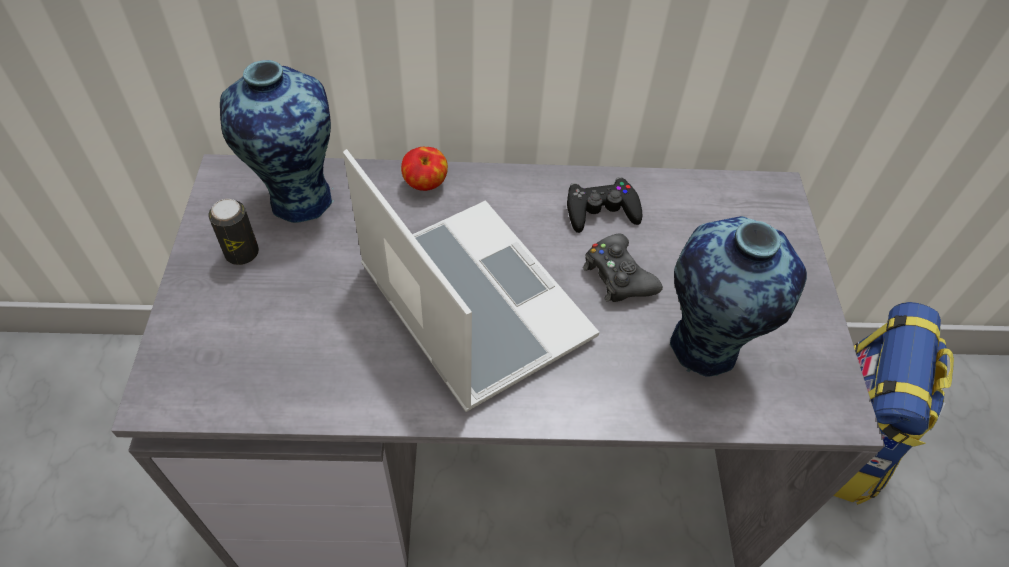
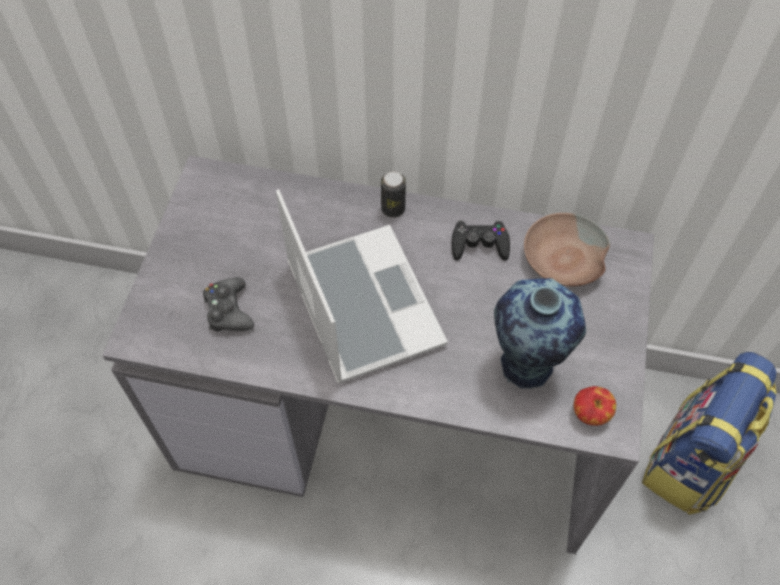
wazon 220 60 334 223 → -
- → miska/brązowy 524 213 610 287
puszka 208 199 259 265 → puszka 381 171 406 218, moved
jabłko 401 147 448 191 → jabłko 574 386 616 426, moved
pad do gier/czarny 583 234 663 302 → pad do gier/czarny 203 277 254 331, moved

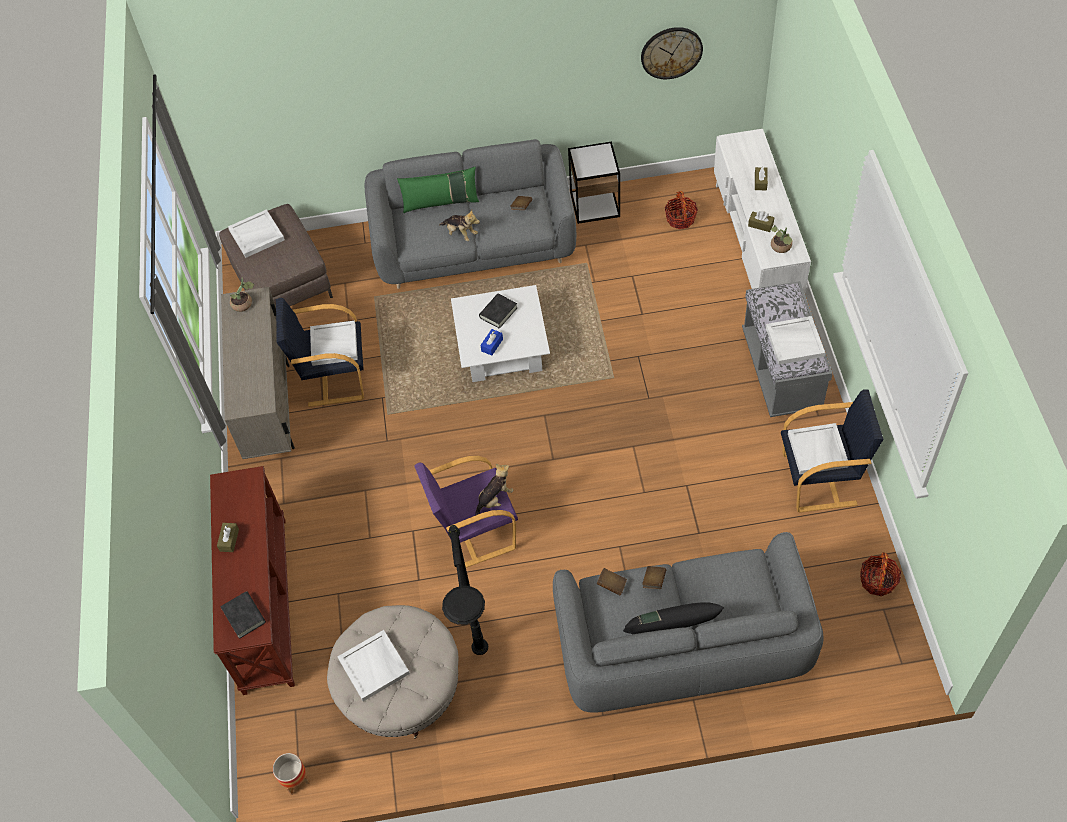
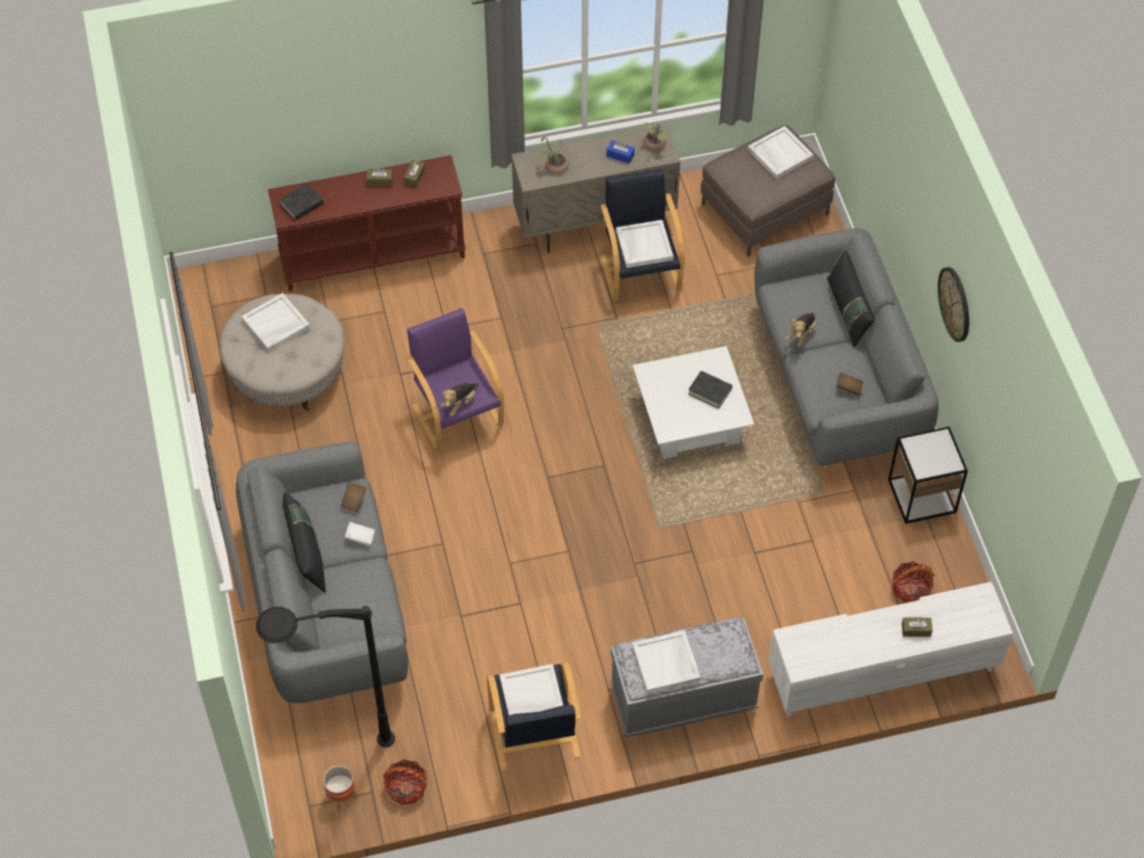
donica 273 753 310 795 → donica 323 766 357 811, moved
lampa stojąca/czarny 442 525 488 655 → lampa stojąca/czarny 256 606 395 747, moved
pudełko chusteczek/niebieski 480 329 503 356 → pudełko chusteczek/niebieski 607 140 635 164, moved
zegar ścienny 641 27 703 79 → zegar ścienny 938 267 969 342, moved
pudełko chusteczek/brązowy 748 211 774 232 → pudełko chusteczek/brązowy 404 160 425 187, moved
roślina doniczkowa 771 225 792 253 → roślina doniczkowa 539 137 568 174, moved
poduszka/zielony 397 167 479 213 → poduszka/czarny 827 250 875 348
książka/brązowy 642 566 666 589 → książka/biały 345 522 375 546
pluszak 475 464 513 516 → pluszak 441 382 479 416, 90 degrees clockwise

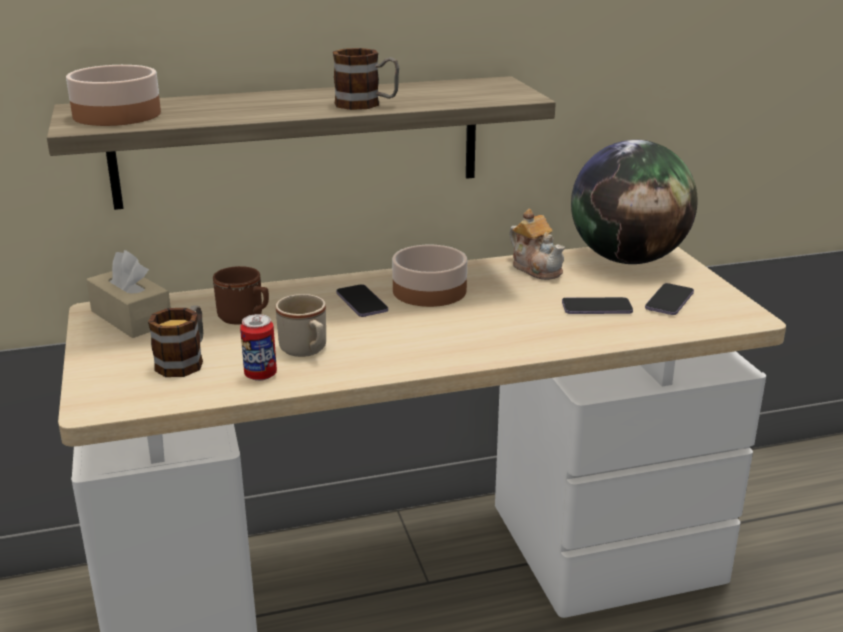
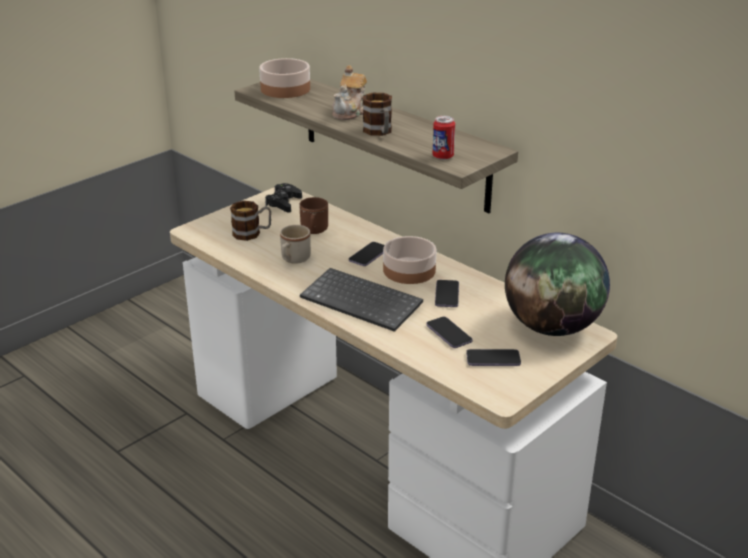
- → klawiatura 300 268 423 332
- → telefon 435 280 459 307
puszka 240 314 277 381 → puszka 433 116 455 160, moved
imbryk 509 209 565 280 → imbryk 332 65 367 120, moved
pudełko chusteczek/beżowy 86 250 171 338 → pad do gier/czarny 265 183 302 213

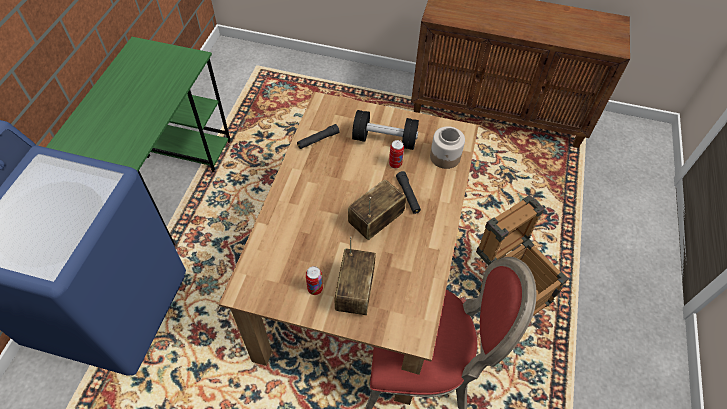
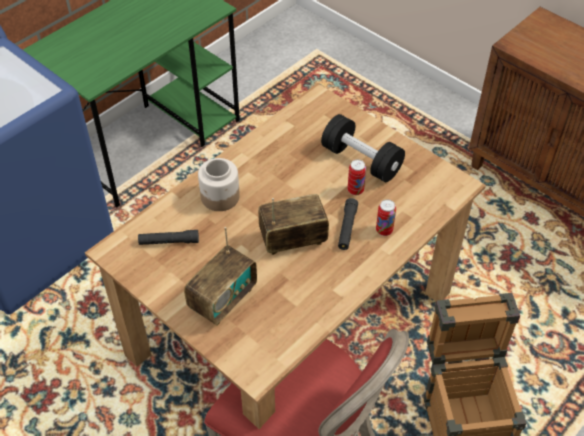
latarka/czarny 297 124 340 149 → latarka/czarny 138 230 199 245, moved
puszka 306 266 323 295 → puszka 376 199 396 236, moved
słoik 430 126 465 169 → słoik 198 158 240 211, moved

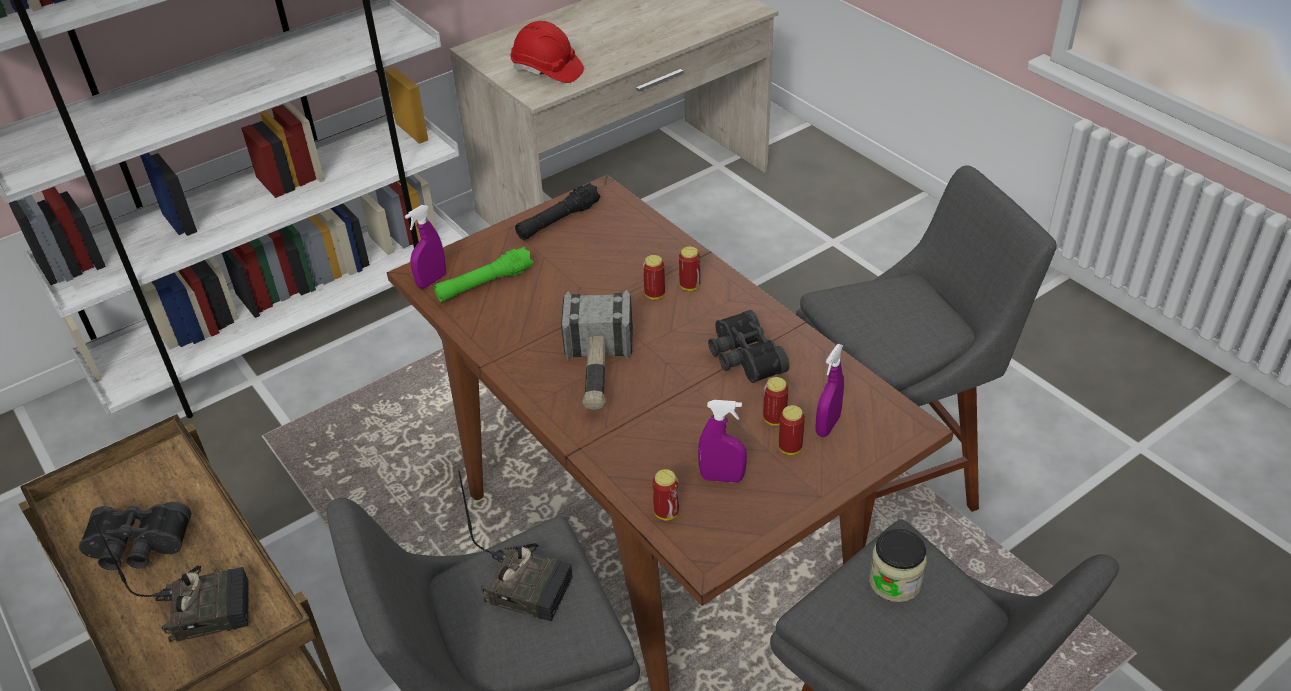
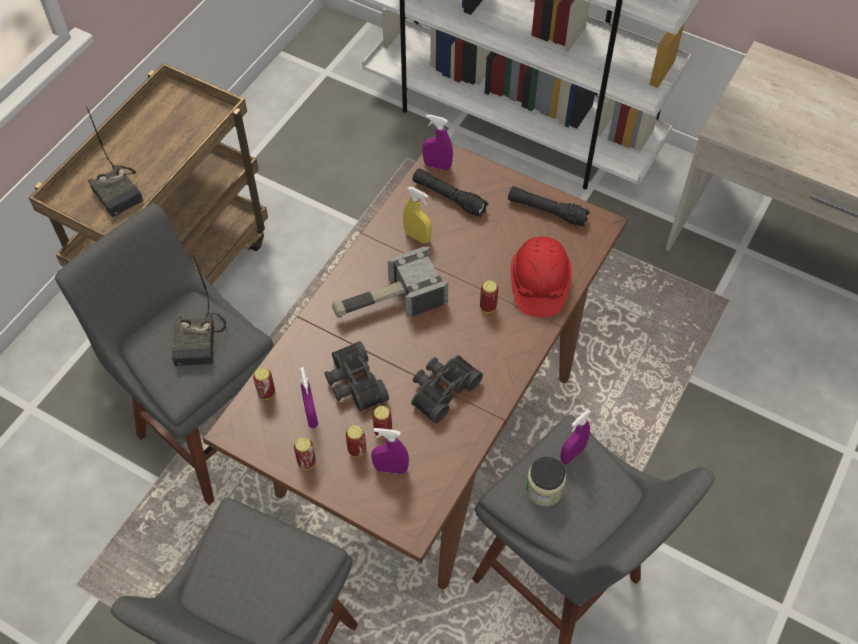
- → spryskiwacz/żółty 403 187 432 244
- → spryskiwacz/fioletowy 560 410 591 464
lornetka/czarny 79 502 191 570 → lornetka/czarny 325 341 389 412, moved
kask/czerwony 510 21 584 83 → kask/czerwony 511 237 572 317, moved
puszka 679 246 700 291 → puszka 294 437 316 470, moved
słoik 869 529 927 602 → słoik 526 457 566 506, moved
latarka/zielony 434 246 534 302 → latarka/czarny 412 168 489 217

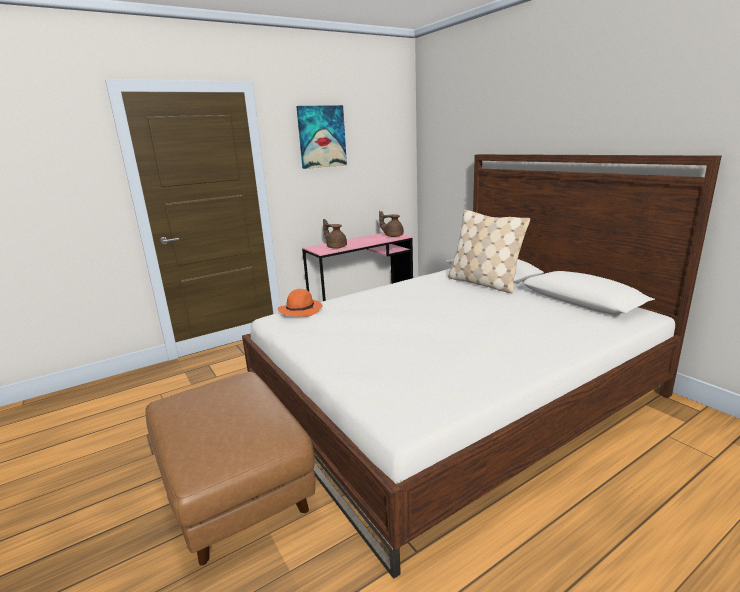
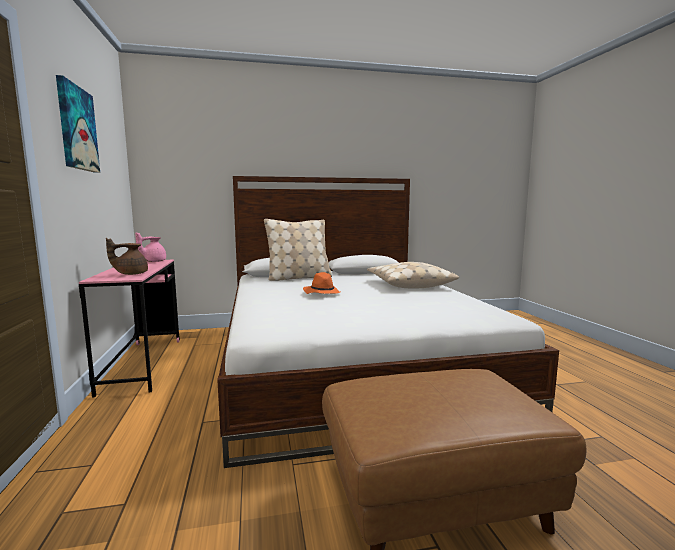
- → poduszka/beżowy 367 262 459 288
kapelusz/pomarańczowy 278 289 323 316 → kapelusz/pomarańczowy 303 272 340 294, moved
imbryk/brązowy 379 211 404 237 → imbryk/różowy 135 232 166 262

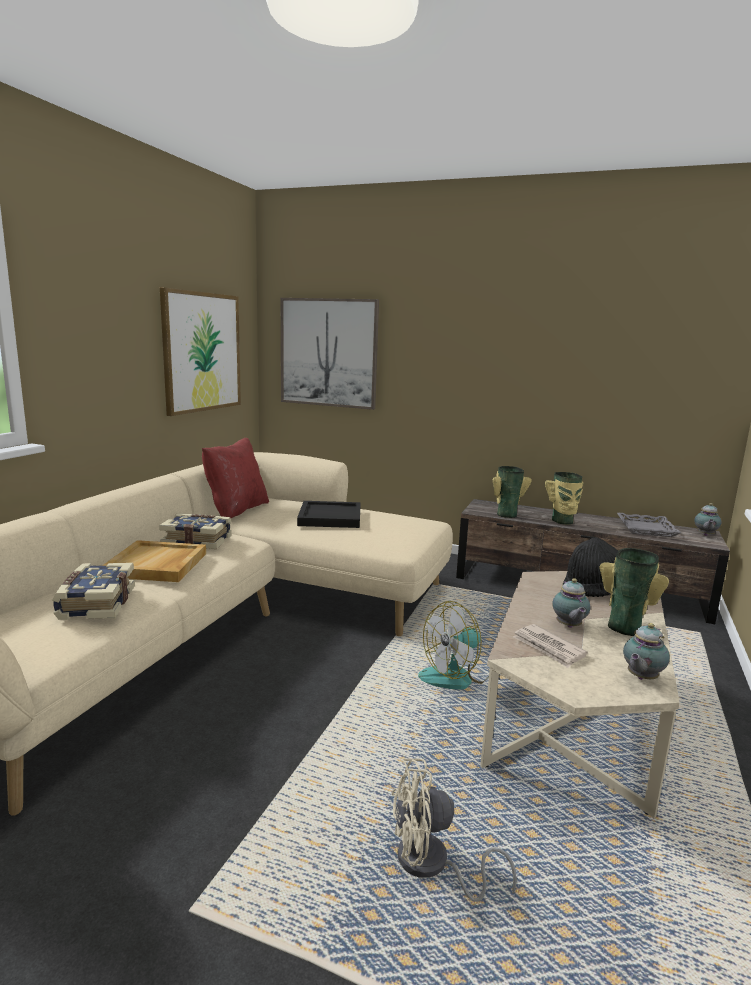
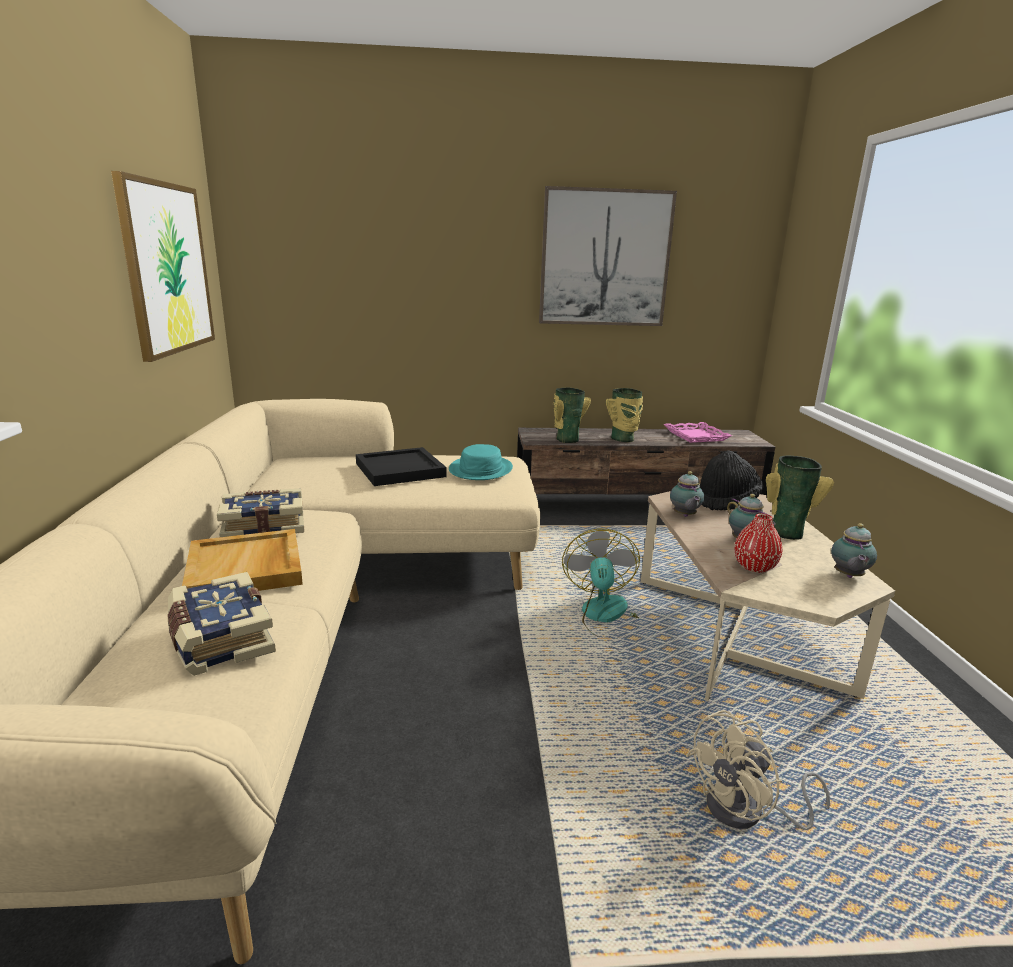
poduszka/czerwony 202 438 269 518 → -
- → kapelusz/turkusowy 449 444 513 480
obraz 281 298 379 410 → obraz 539 186 677 326, moved
imbryk 694 503 721 536 → imbryk 670 471 704 517, moved
gazeta 513 624 588 668 → wazon/czerwony 734 514 782 573
taca/szary 617 513 681 537 → taca/różowy 664 422 732 443
wentylator 418 601 489 690 → wentylator 562 529 640 638, 150 degrees clockwise

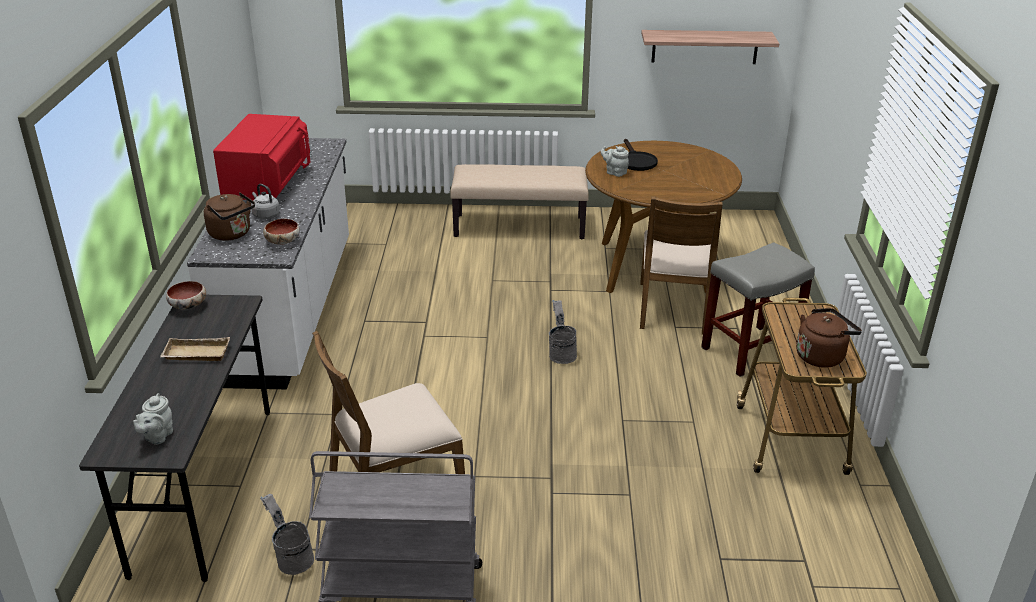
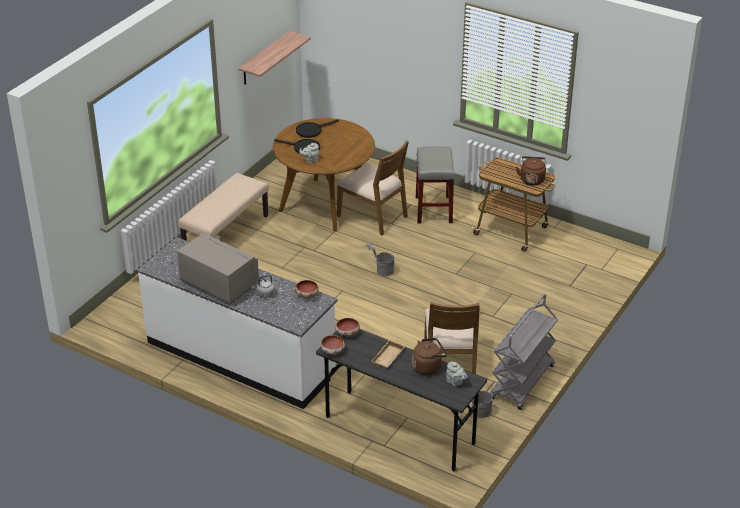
- → patelnia/czarny 296 119 339 138
- → miska 336 318 360 337
czajnik/brązowy 204 192 255 241 → czajnik/brązowy 412 338 447 375, moved
mikrofalówka/czerwony 213 114 310 200 → mikrofalówka/szary 177 233 259 304

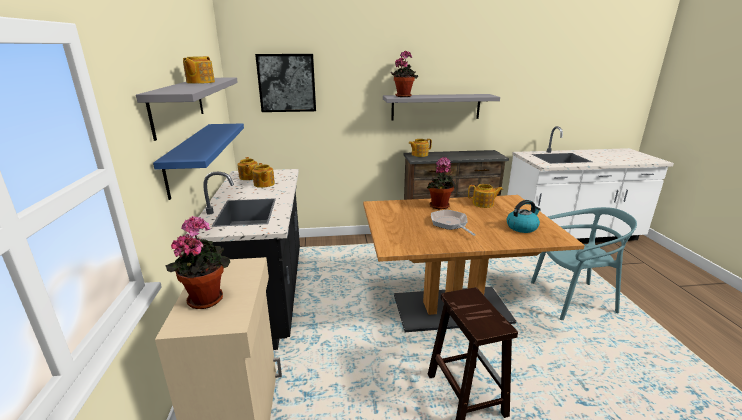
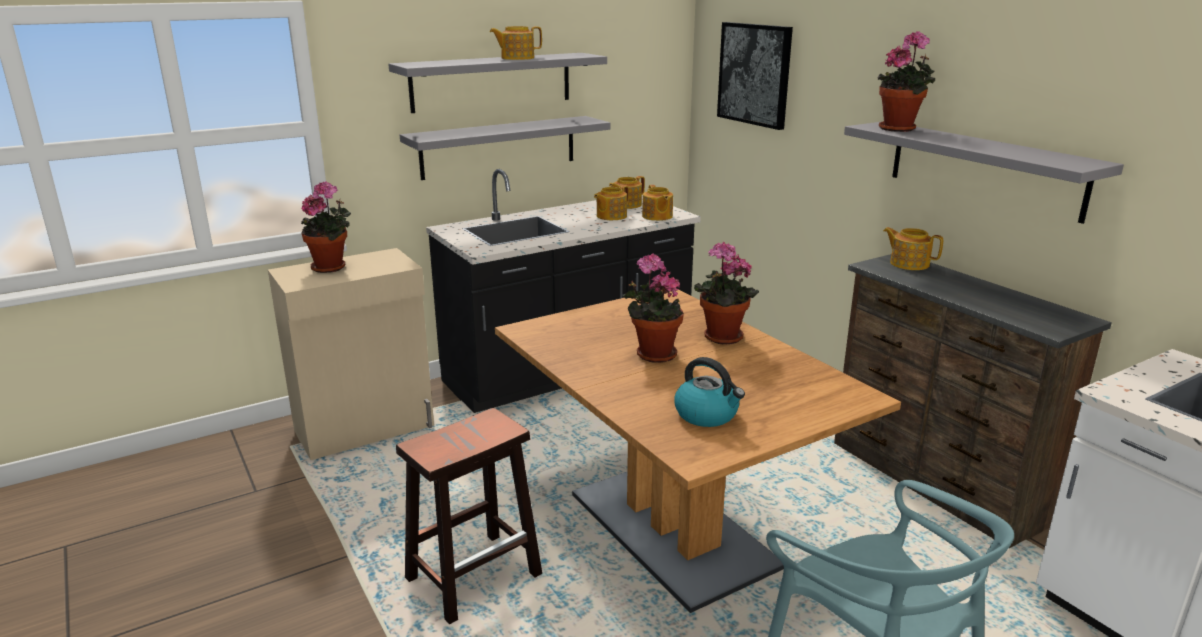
imbryk 468 184 503 208 → imbryk 642 185 673 221, moved
patelnia 431 210 476 236 → roślina doniczkowa 623 254 684 363
półka/niebieski 153 123 244 200 → półka/szary 400 116 611 180

